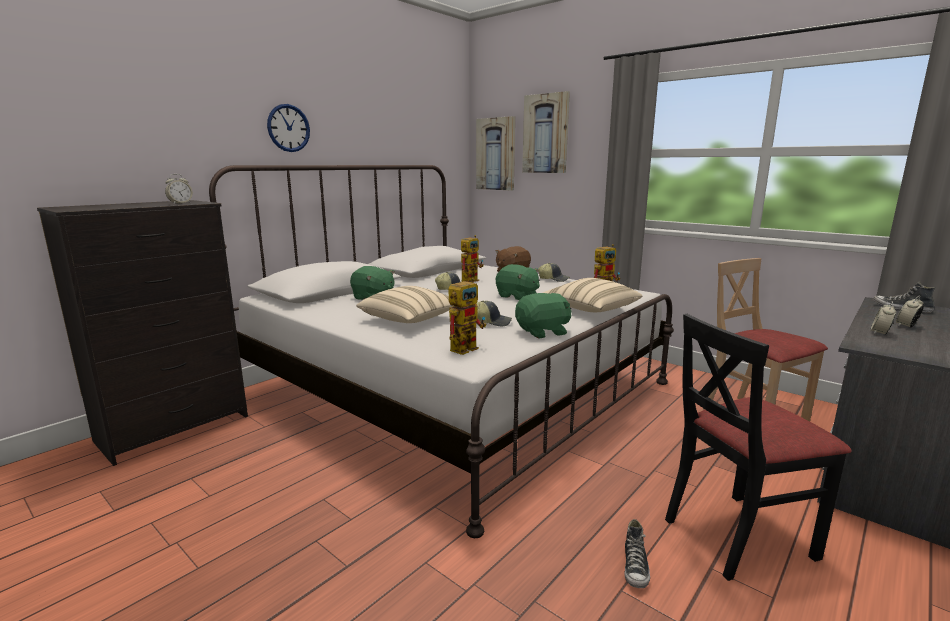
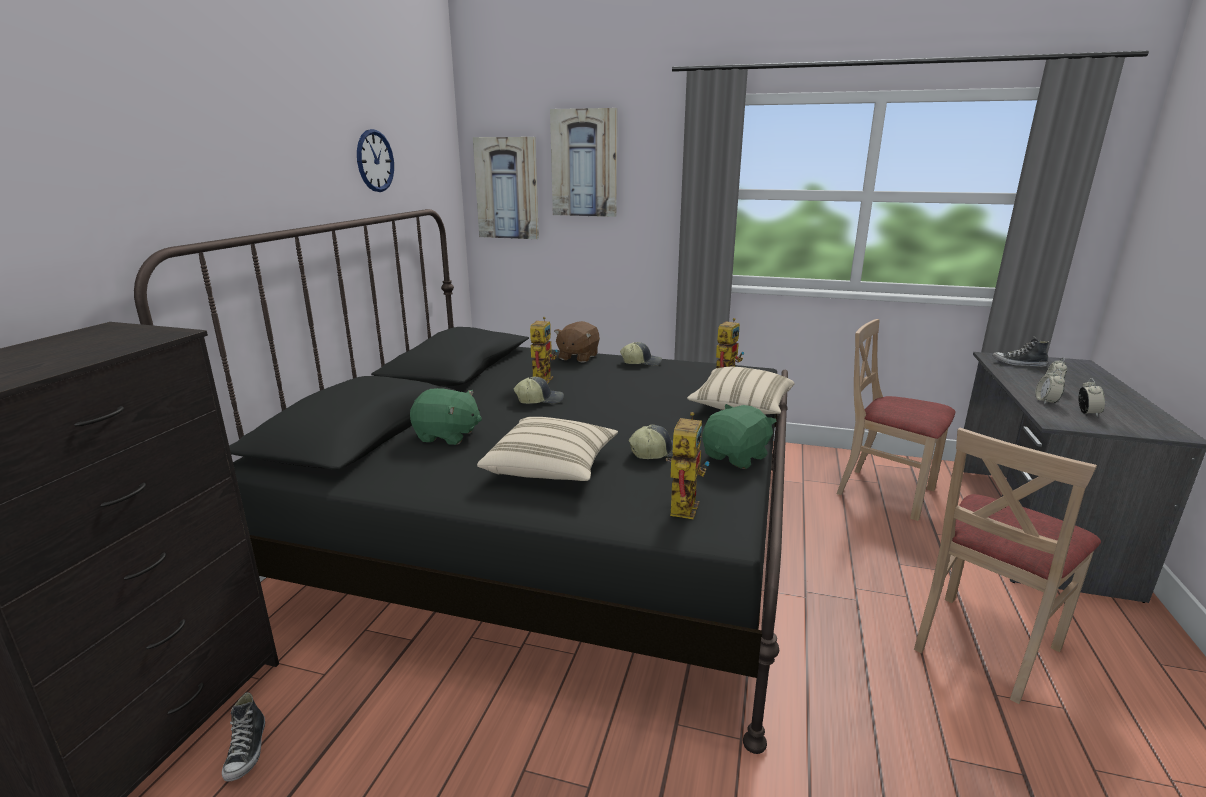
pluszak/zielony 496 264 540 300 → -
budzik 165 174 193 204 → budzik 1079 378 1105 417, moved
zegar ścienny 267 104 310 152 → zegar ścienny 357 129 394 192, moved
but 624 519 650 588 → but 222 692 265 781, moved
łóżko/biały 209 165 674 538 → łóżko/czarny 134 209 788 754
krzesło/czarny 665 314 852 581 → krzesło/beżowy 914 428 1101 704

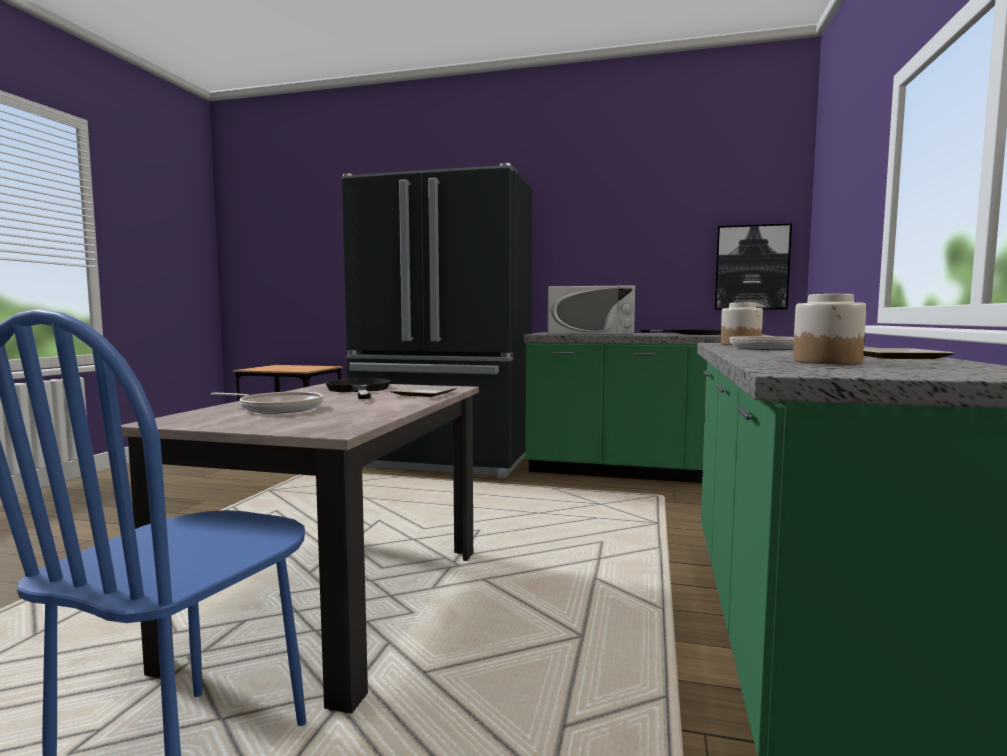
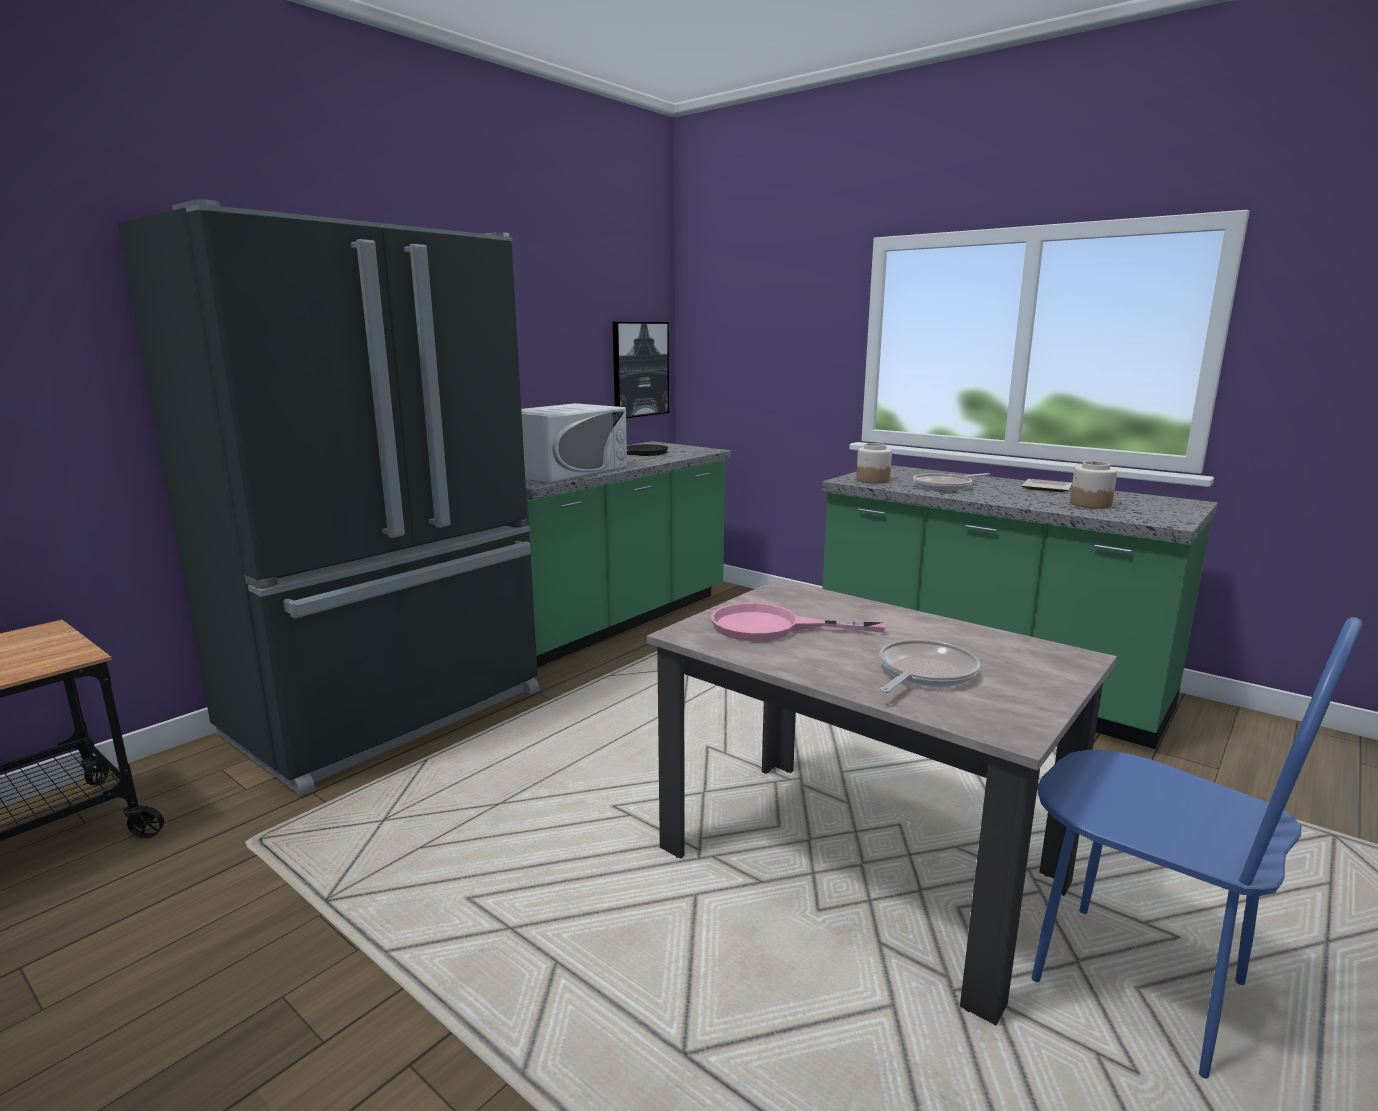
talerz 391 385 457 397 → -
patelnia/czarny 325 378 391 399 → patelnia/różowy 711 603 886 641

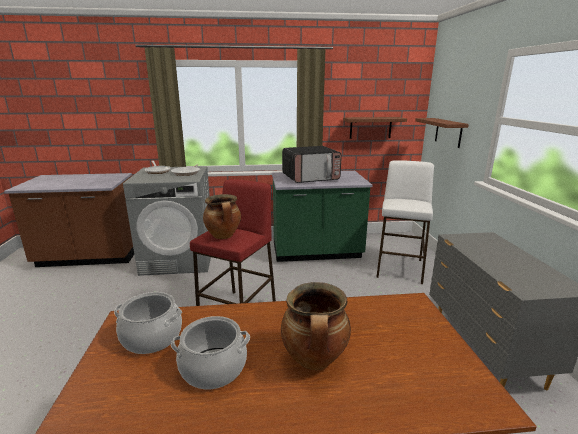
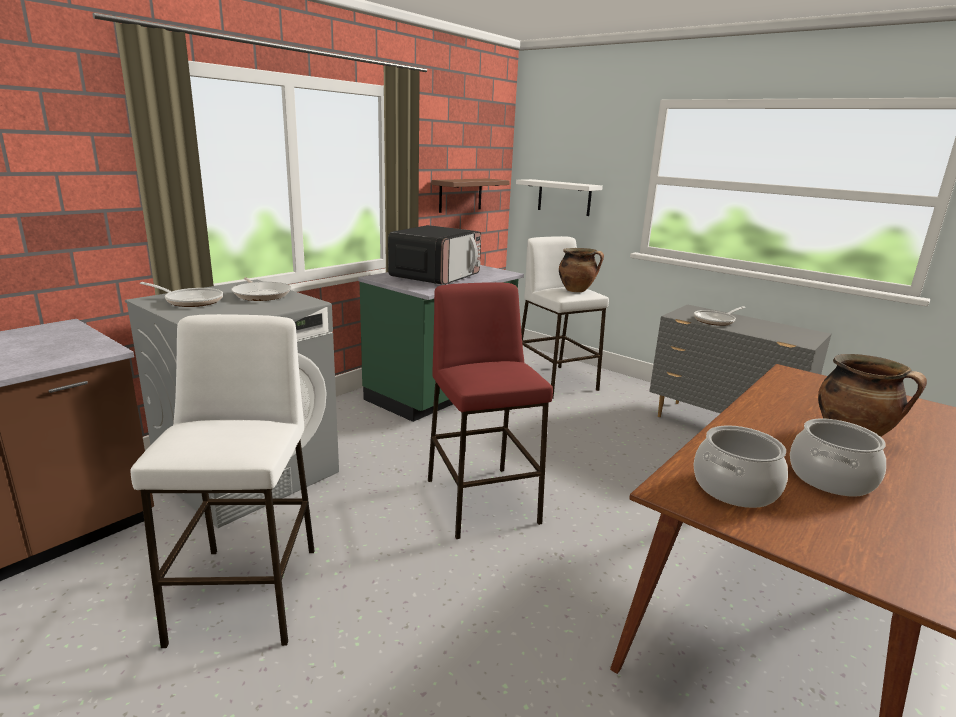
- → stołek/biały 130 314 314 648
- → patelnia 694 306 746 326
garnek 203 194 241 239 → garnek 559 248 604 292, moved
półka/brązowy 415 118 469 148 → półka/biały 516 179 603 216

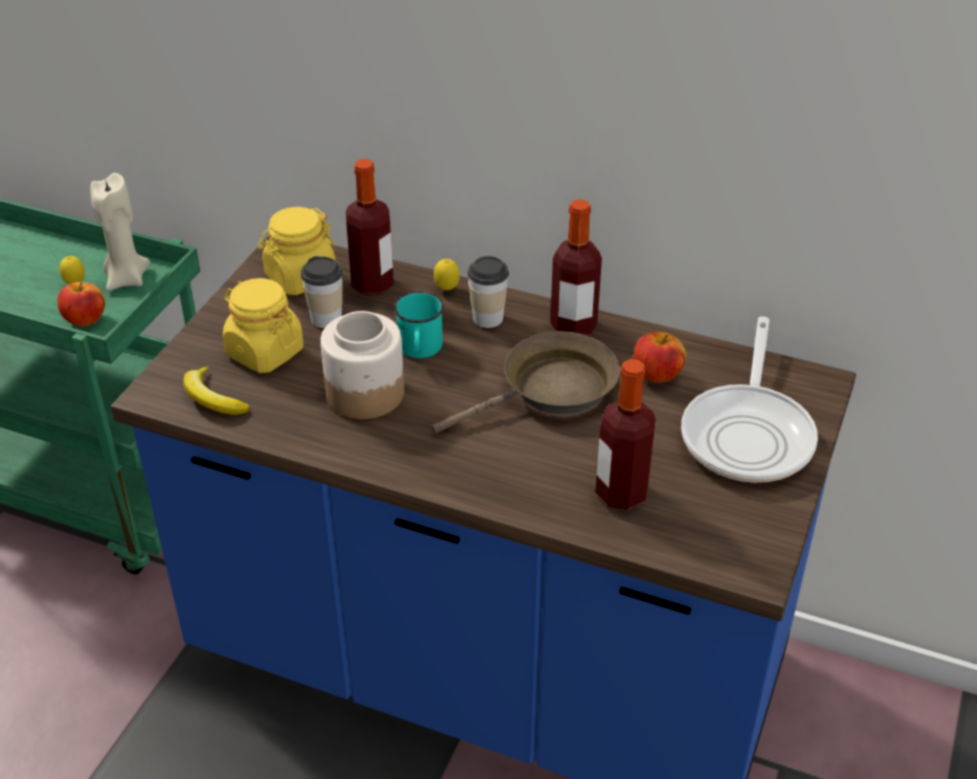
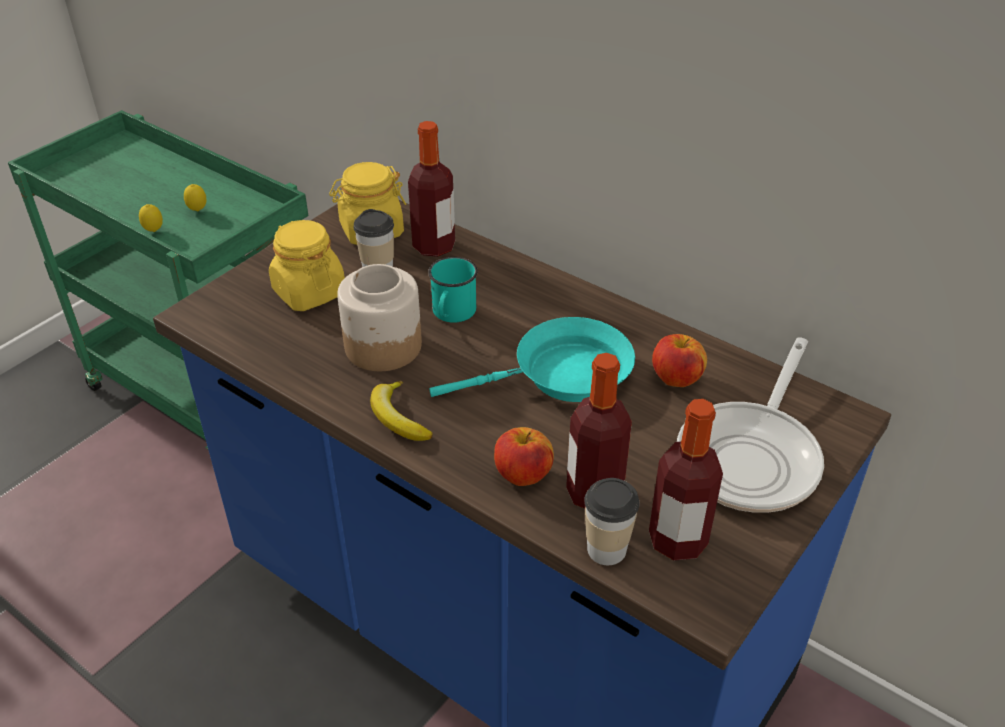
świeca/beżowy 90 173 150 291 → -
jabłko 57 282 105 327 → jabłko 494 427 554 486, moved
banan 183 366 250 415 → banan 370 381 433 441, moved
cytryna 434 259 460 291 → cytryna 139 204 163 232, moved
filiżanka 467 256 509 328 → filiżanka 584 478 640 565, moved
butelka 550 199 602 336 → butelka 649 399 723 561, moved
patelnia/brązowy 432 331 620 434 → patelnia/turkusowy 429 317 635 402

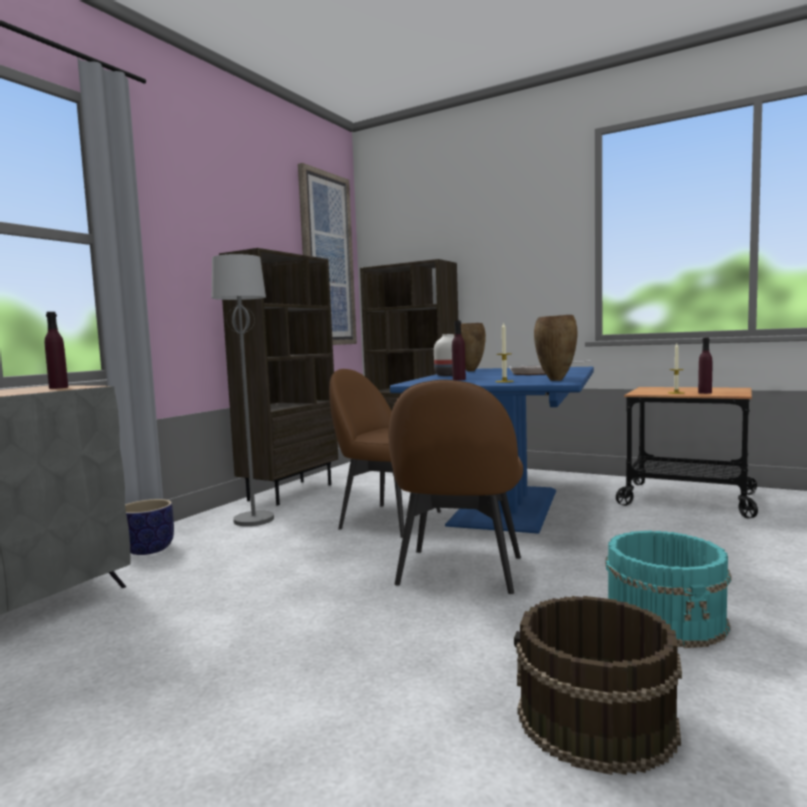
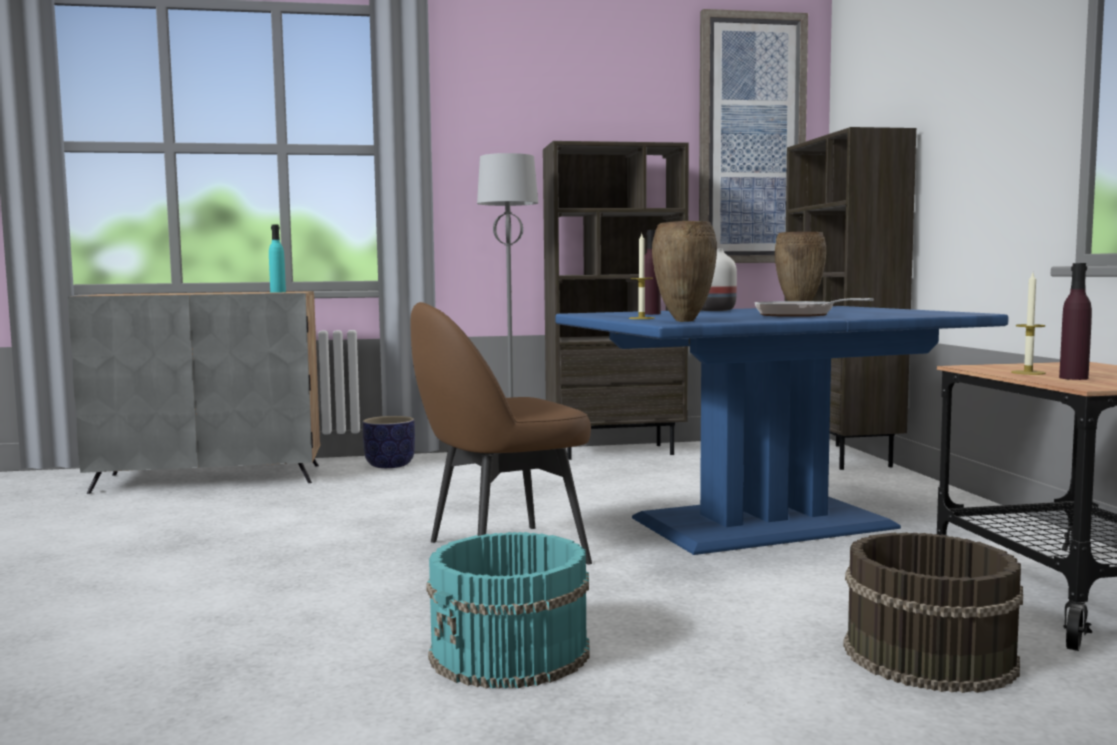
krzesło/brązowy 329 369 441 538 → -
wiadro/brązowy 514 596 682 775 → wiadro/brązowy 843 532 1023 693, moved
butelka/fioletowy 45 312 68 389 → butelka/turkusowy 269 225 286 293

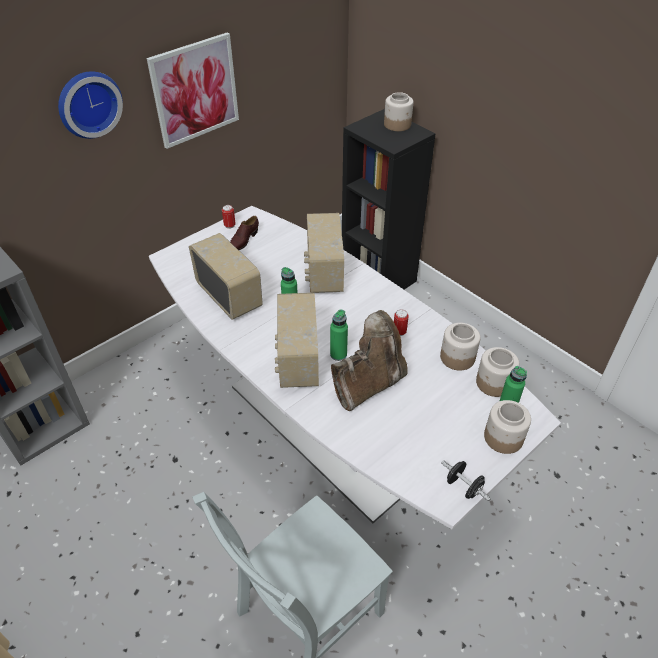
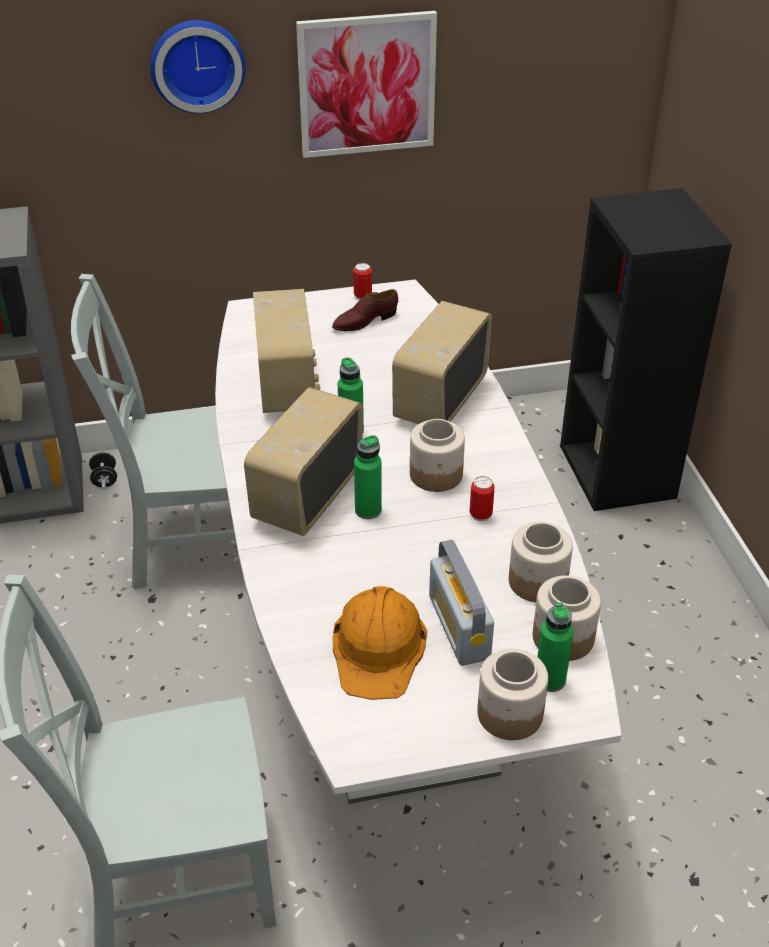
but z cholewką/brązowy 331 310 408 411 → -
- → krzesło/szary 71 274 235 590
- → kask/pomarańczowy 333 586 427 700
- → radio 429 540 494 666
słoik 384 92 413 131 → słoik 410 419 465 492, moved
hantel/czarny 441 460 491 501 → hantel/czarny 89 451 117 490, moved

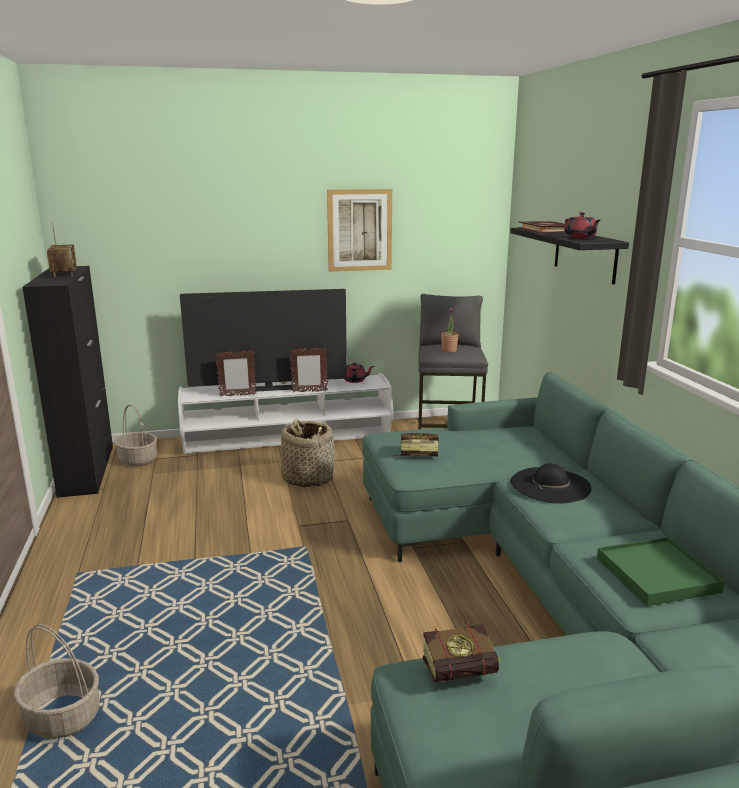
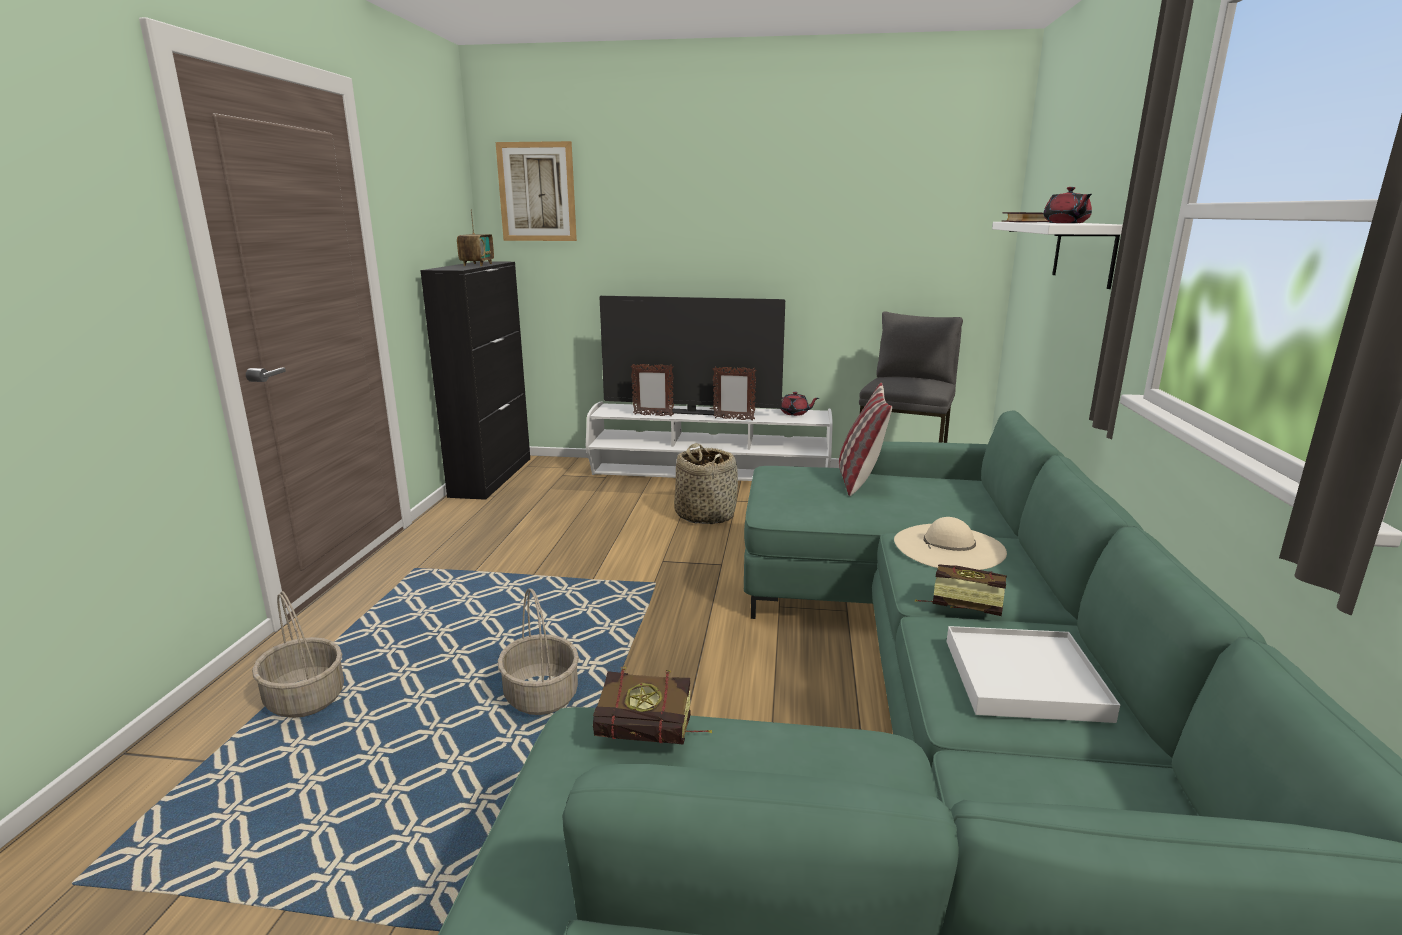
roślina doniczkowa 441 308 459 353 → -
- → poduszka 839 383 892 496
koszyk 115 405 157 466 → koszyk 498 588 579 715, moved
obraz 327 189 392 272 → obraz 496 141 577 241, moved
książka 391 433 439 457 → książka 915 564 1007 616, moved
półka/czarny 510 228 629 285 → półka/biały 992 222 1123 289
kapelusz/czarny 511 463 592 504 → kapelusz/beżowy 894 517 1007 570
taca/zielony 597 537 725 606 → taca/biały 947 626 1120 723

